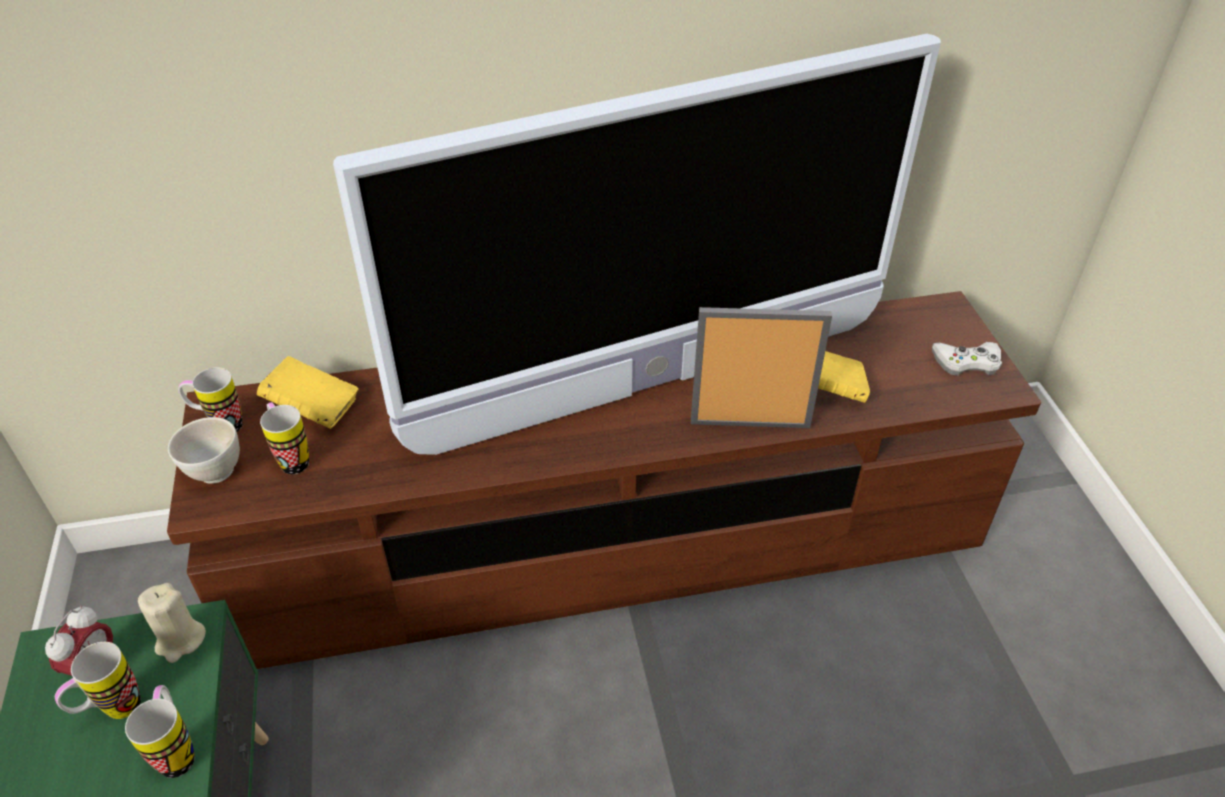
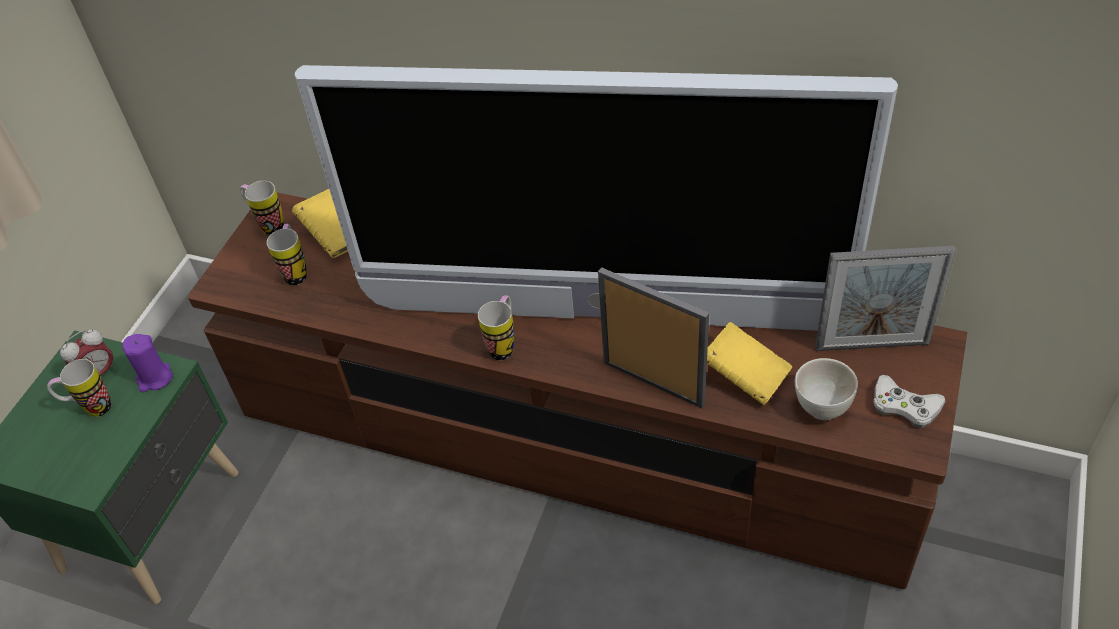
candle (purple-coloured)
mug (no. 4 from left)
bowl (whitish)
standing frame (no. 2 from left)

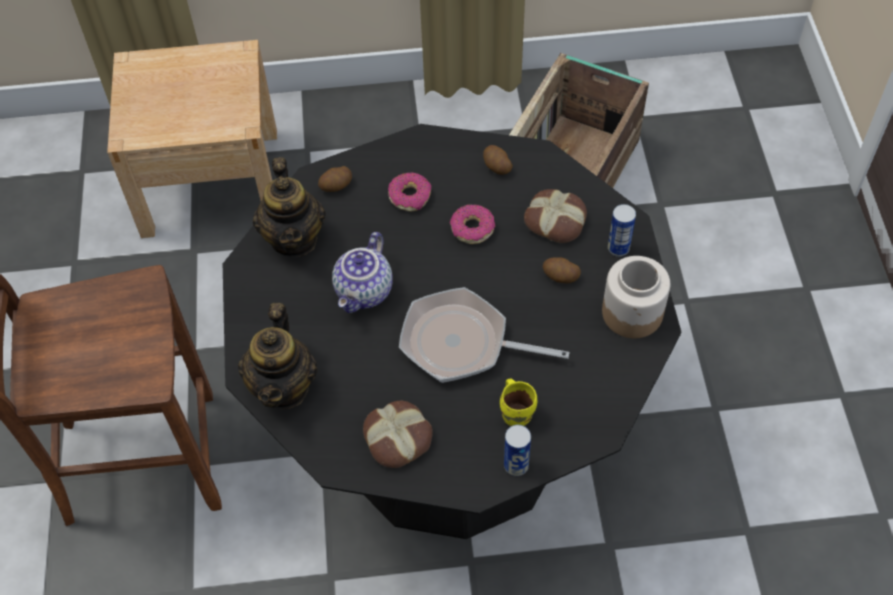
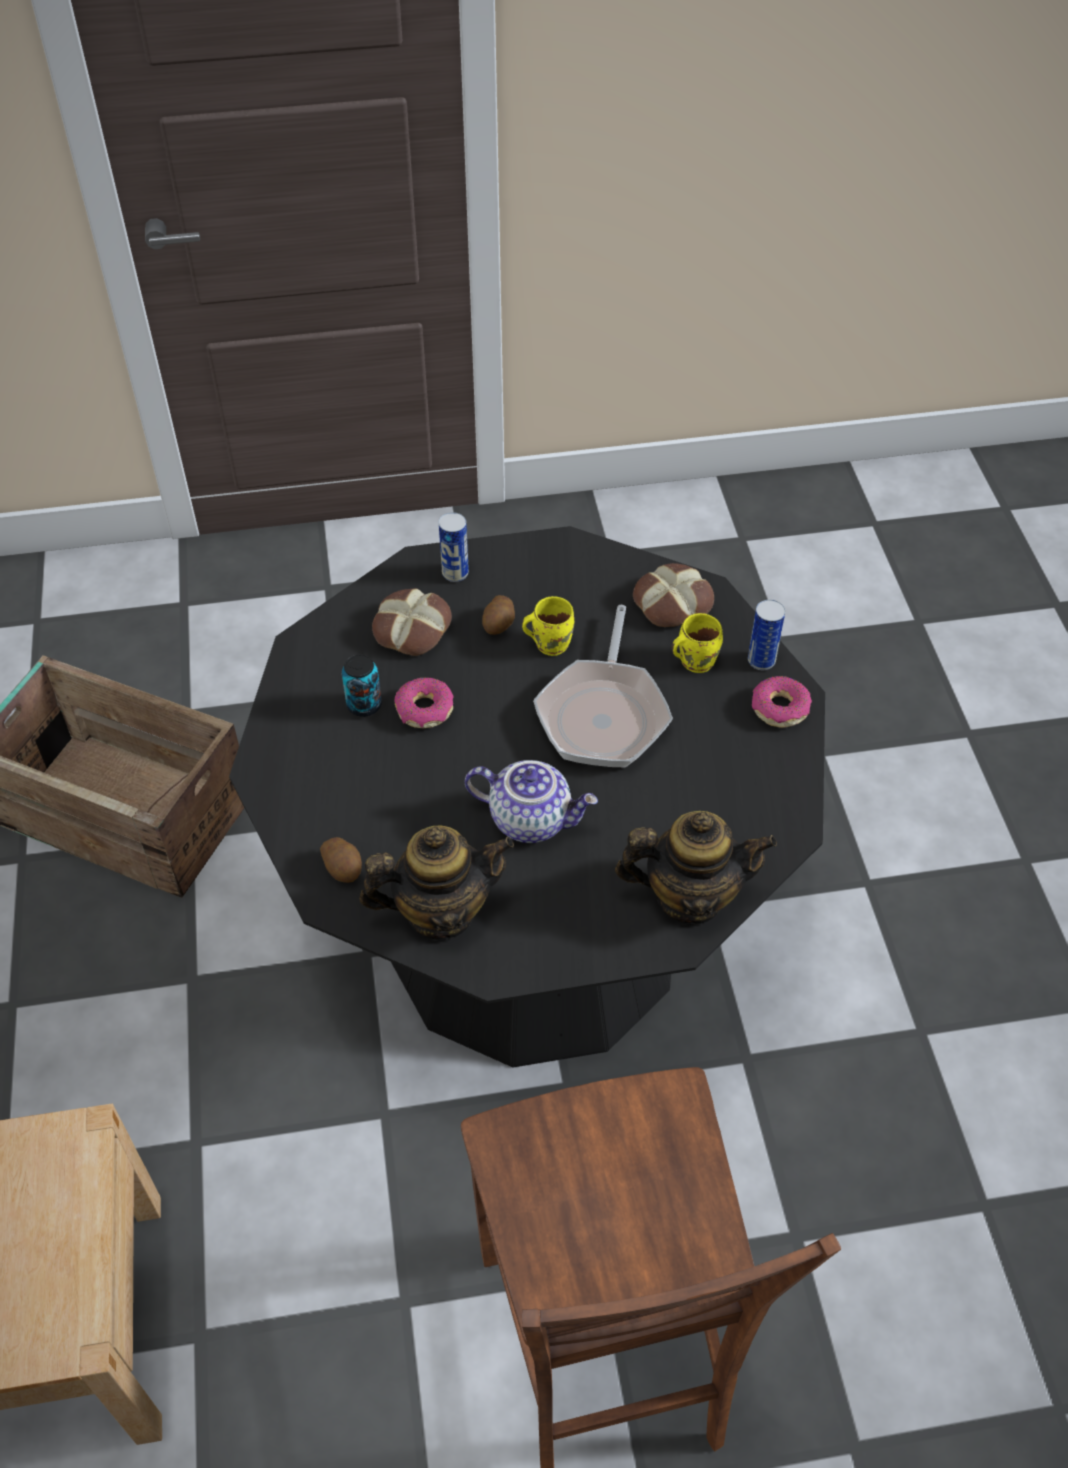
sealed can (no. 1 from left)
mug (yellow) (no. 1 from left)
bakery bread (no. 2 from left)
doughnut (no. 2 from left)
potato (no. 2 from left in the first image)
preserve jar

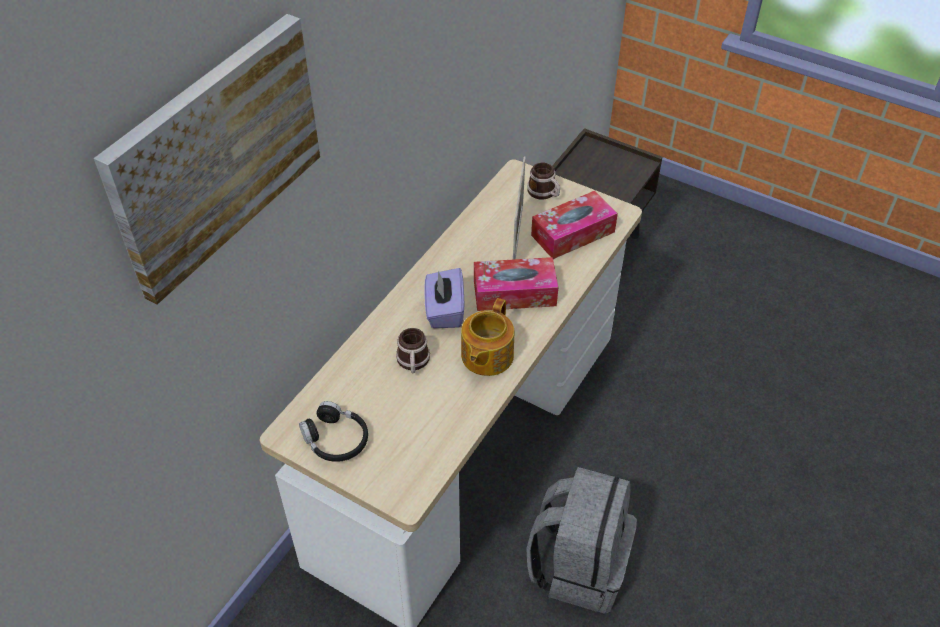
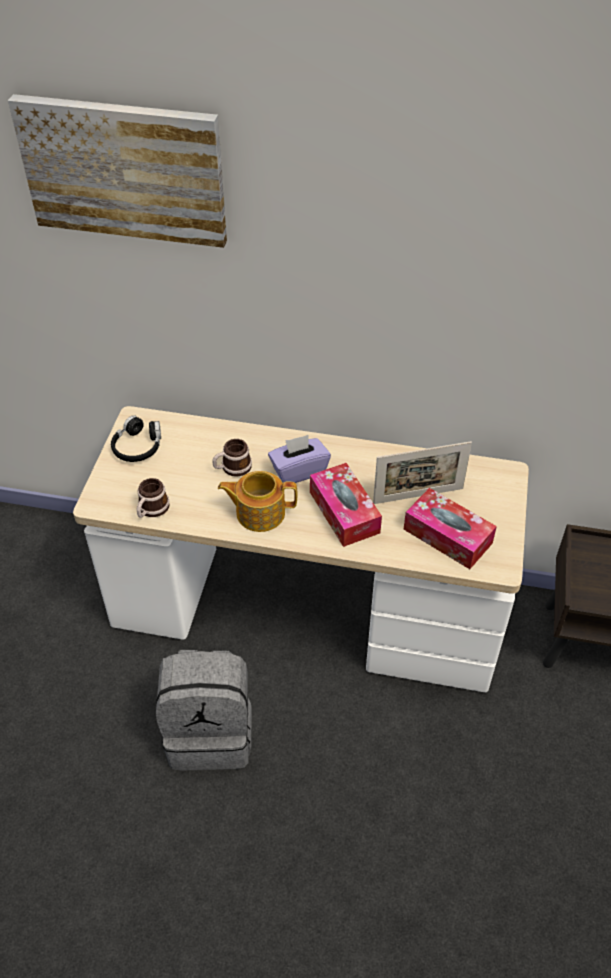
mug (no. 1 from left)

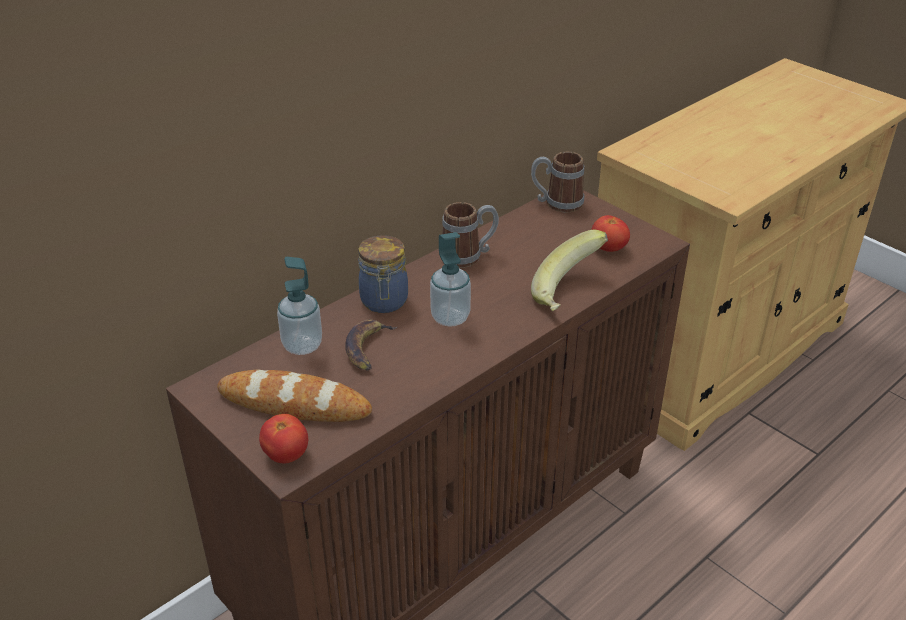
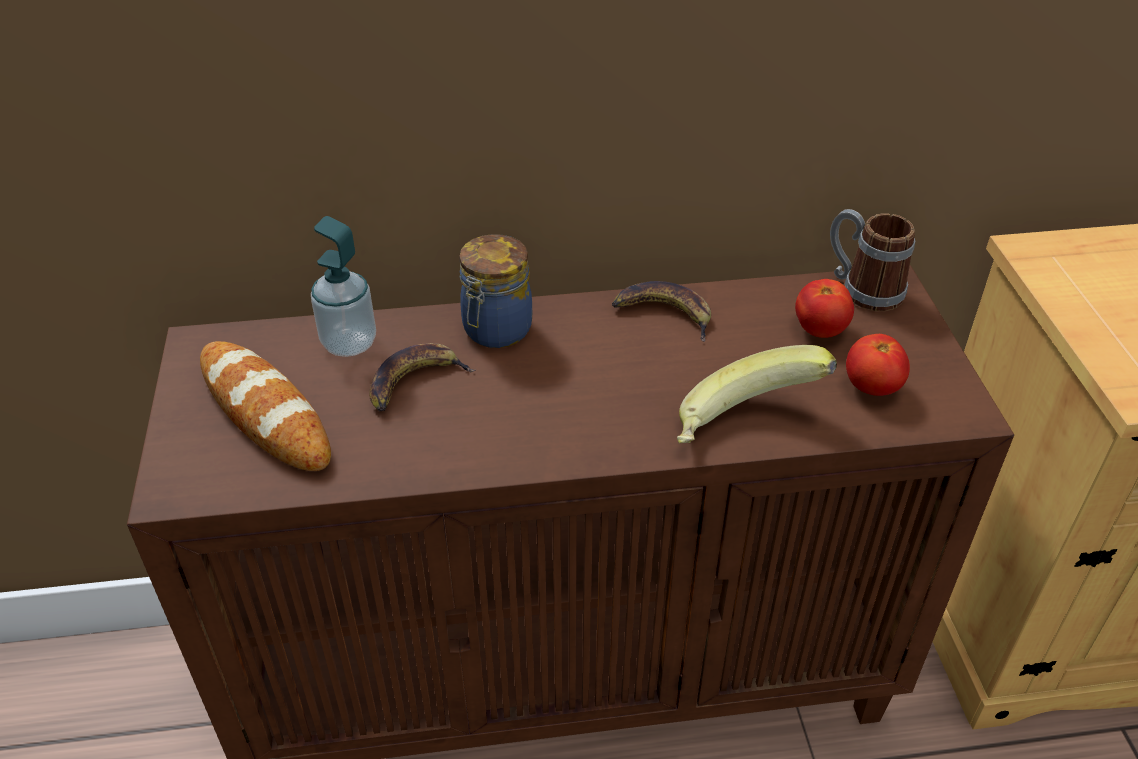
banana fruit (no. 2 from left)
tomato (no. 1 from left)
soap bottle (no. 2 from left in the first image)

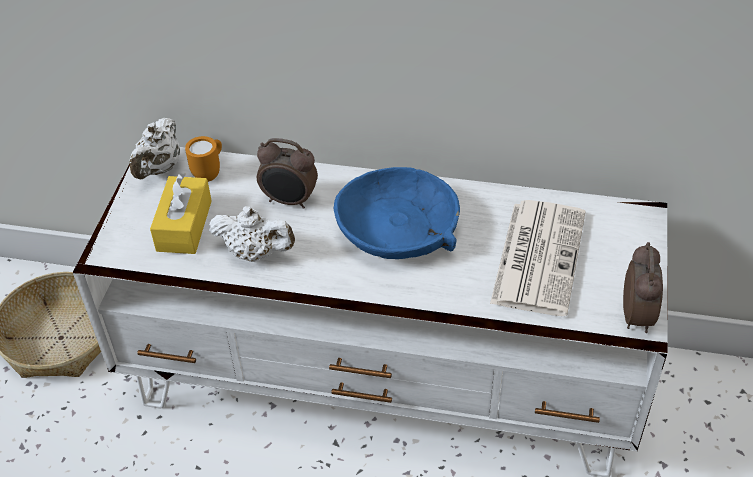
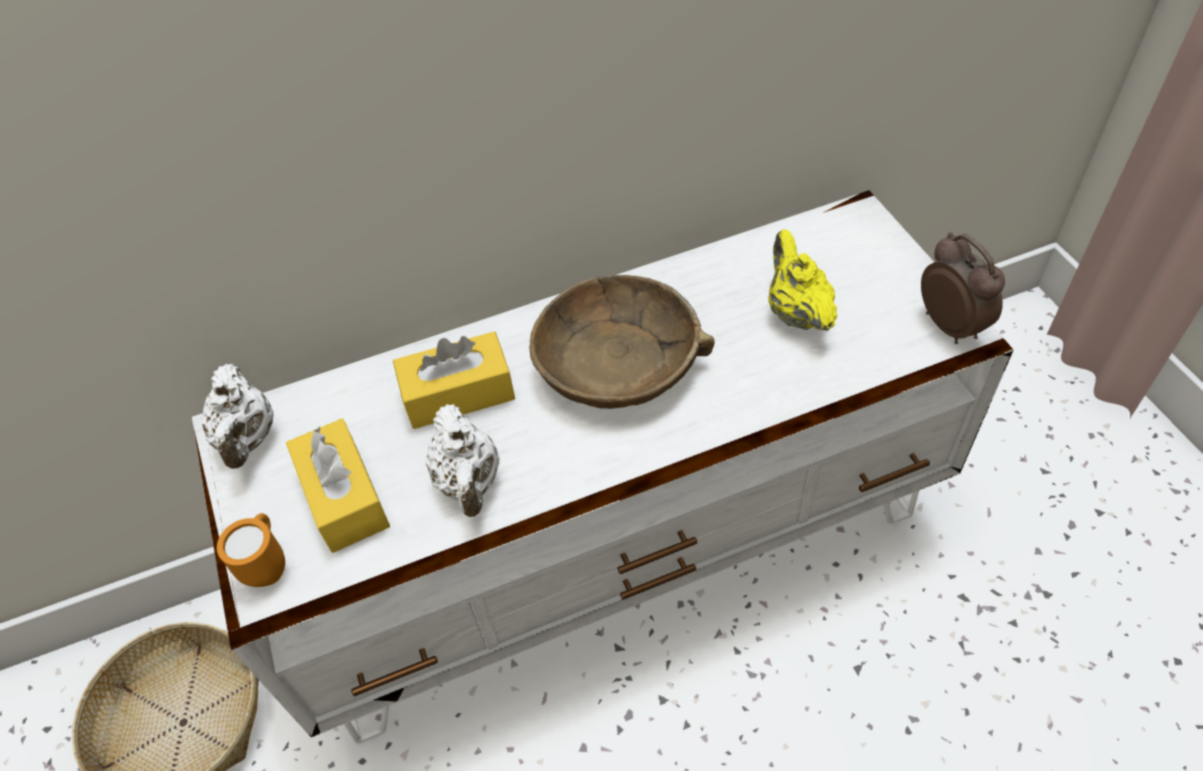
mug (orangey)
box of tissues (yellow) (no. 2 from left)
teapot (whitish) (no. 2 from left)
bowl (brown)
teapot (yellow)

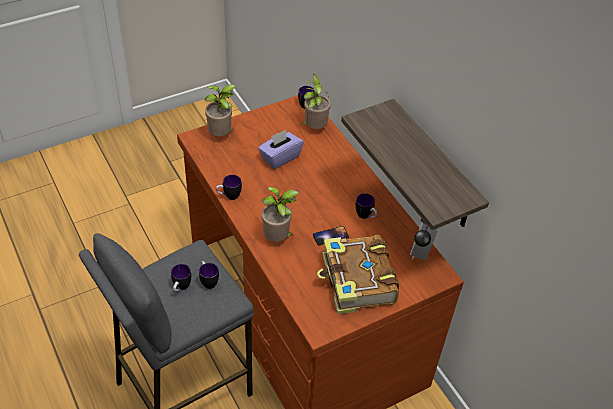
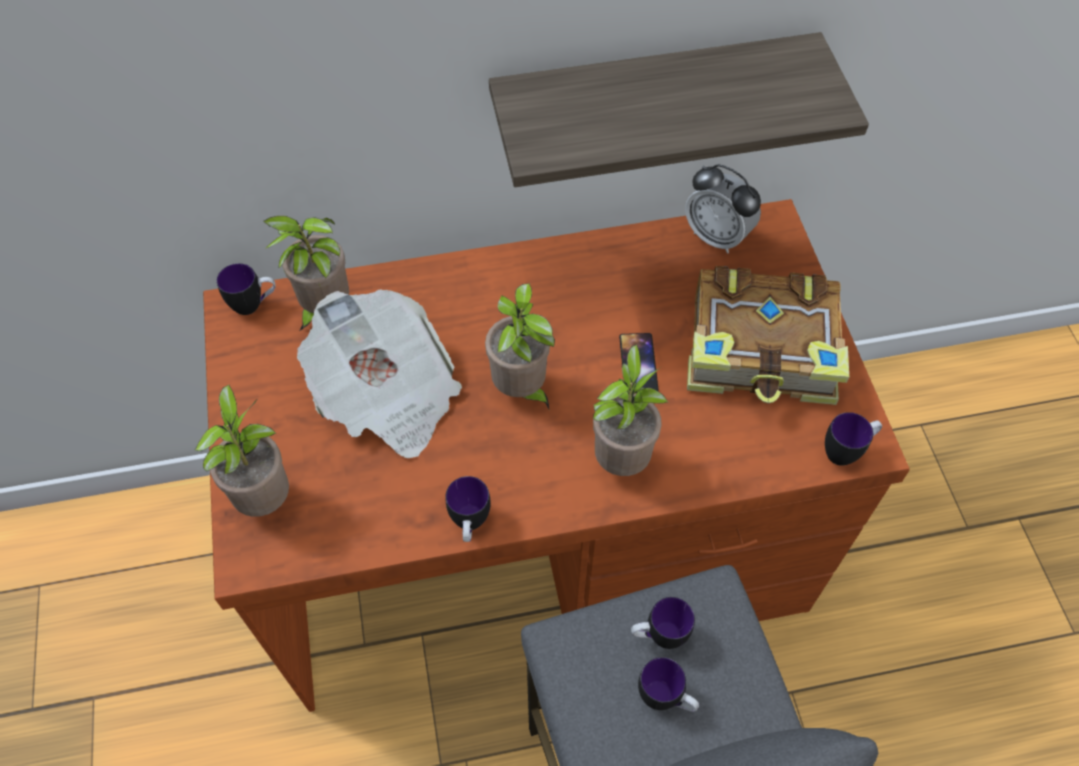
newspaper
potted plant (no. 3 from left)
mug (no. 5 from left)

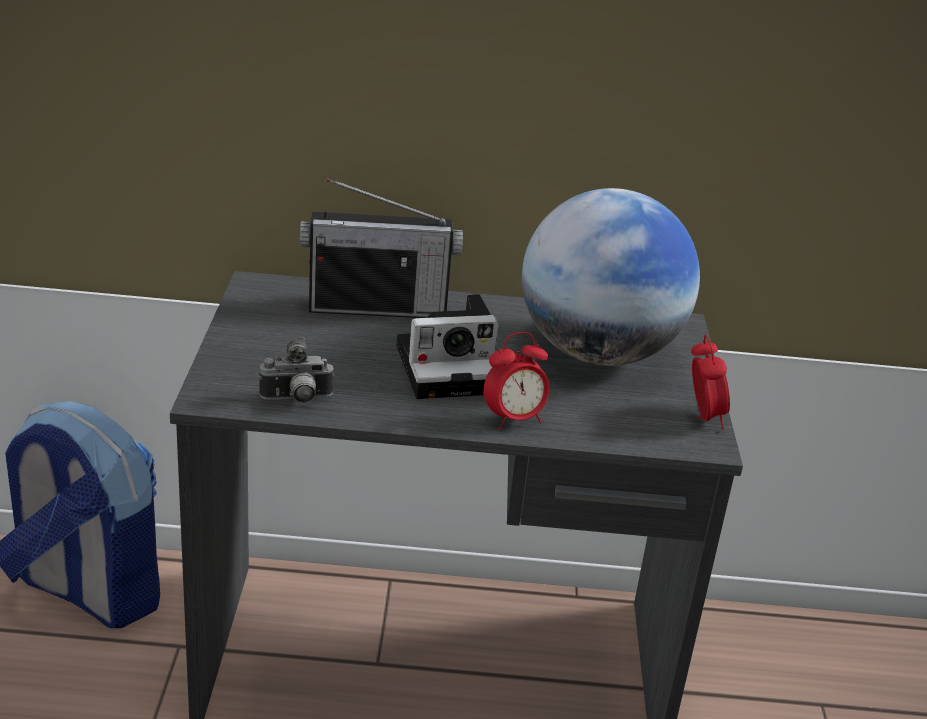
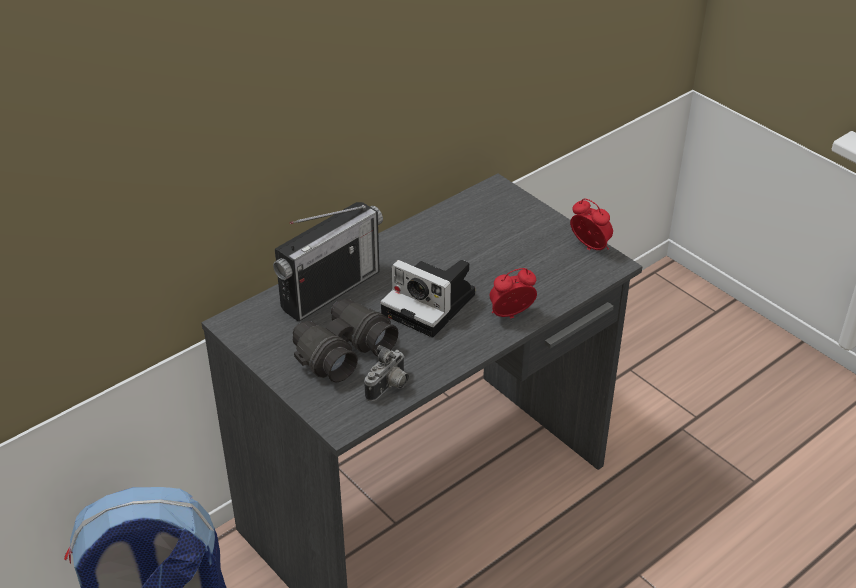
pair of binoculars (black-coloured)
photo camera (no. 2 from left)
table clock (no. 1 from left)
world globe

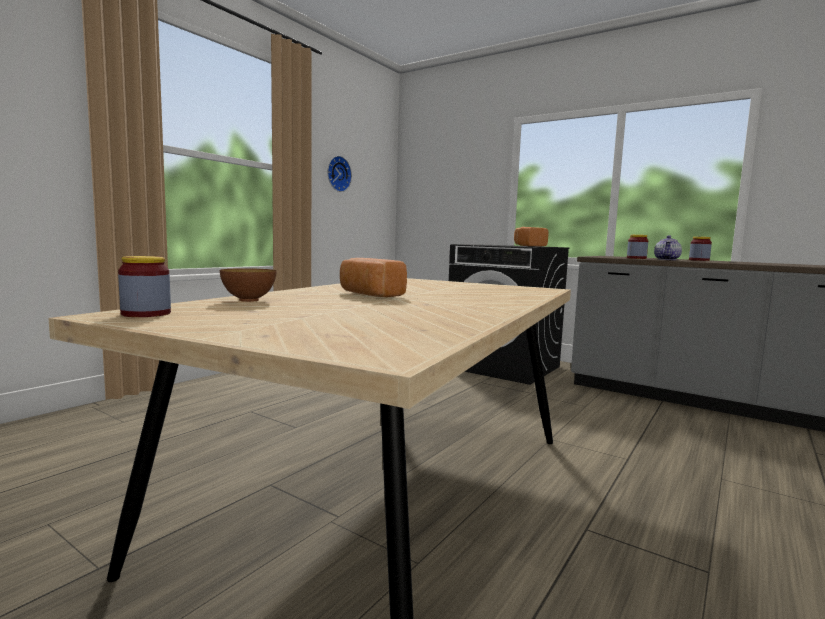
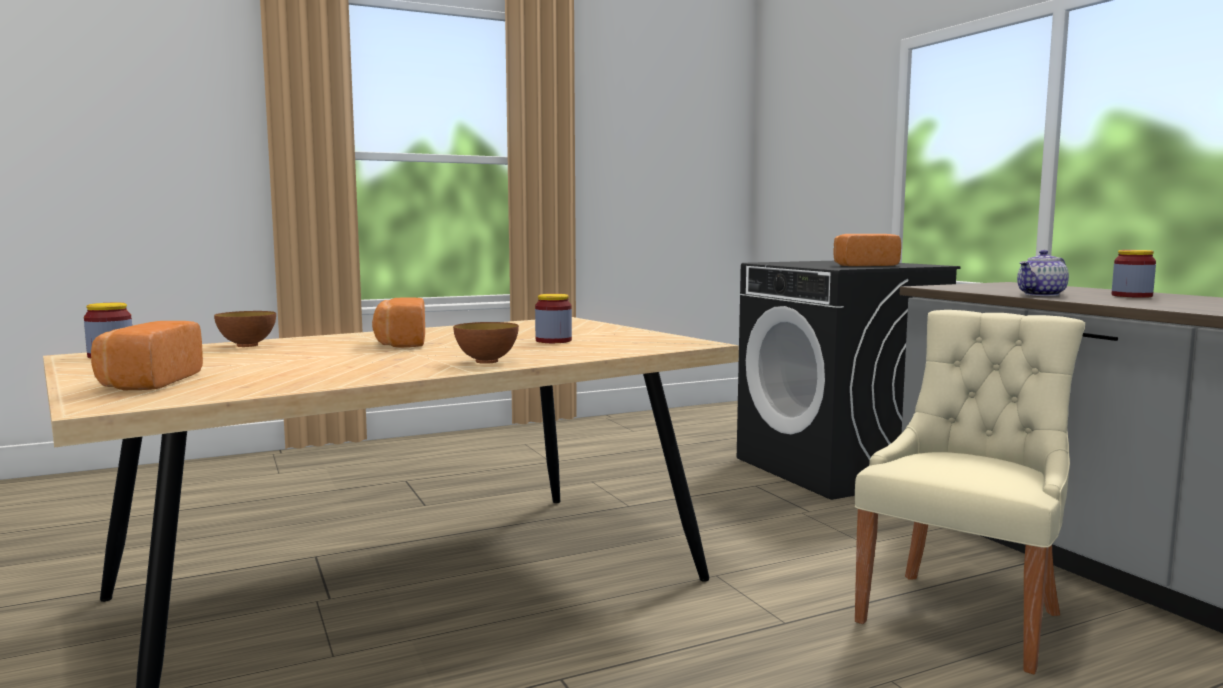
bakery bread (no. 1 from left)
bowl (no. 2 from left)
preserve jar (no. 2 from left)
upright chair (beige-coloured)
wall clock

